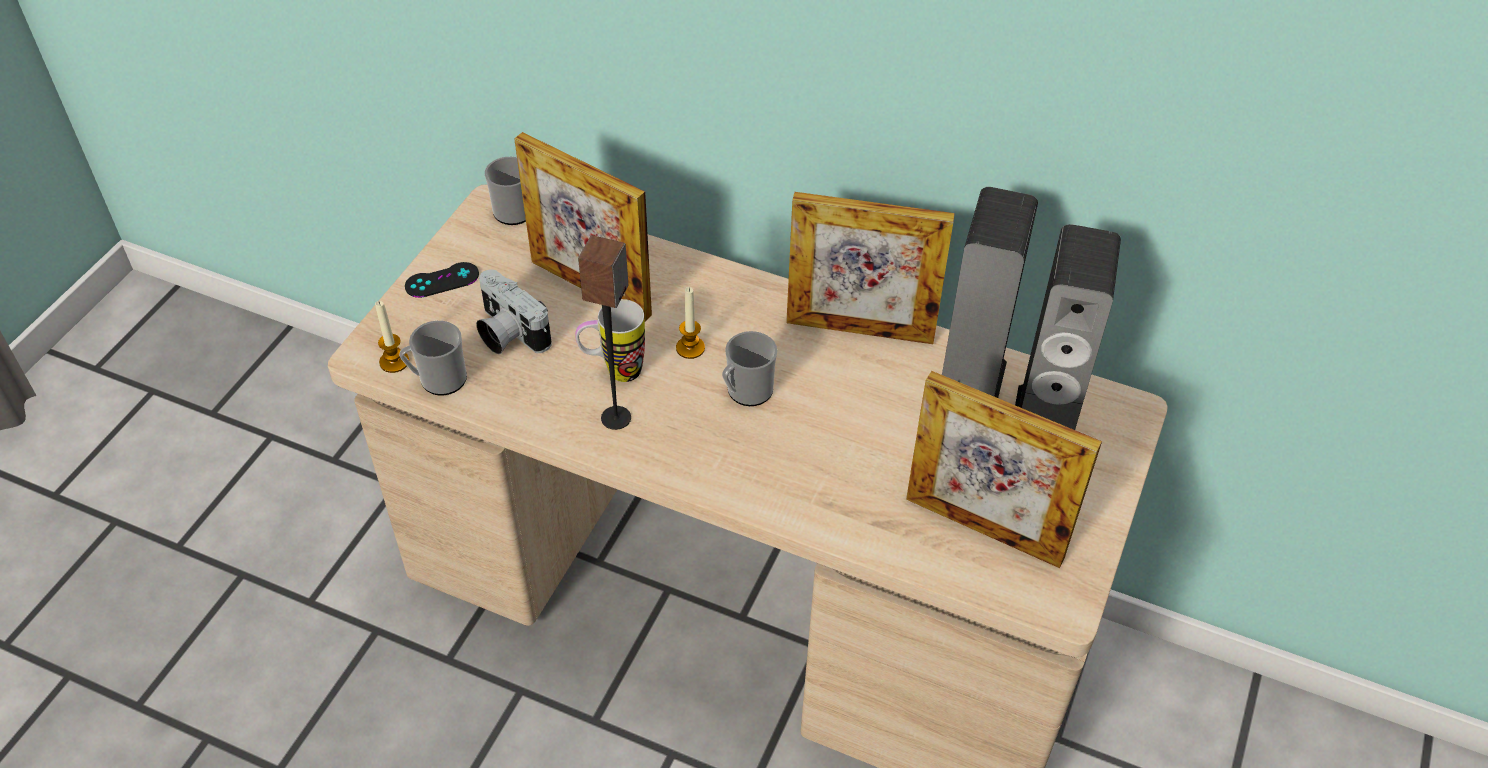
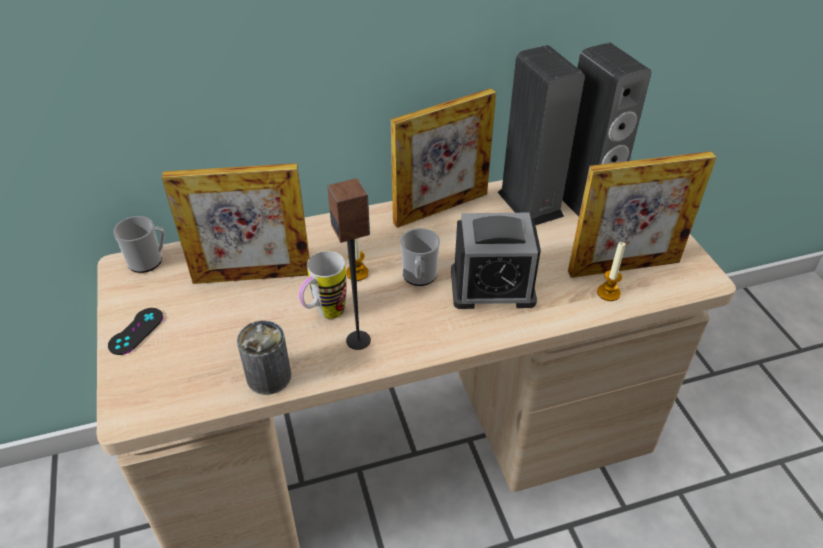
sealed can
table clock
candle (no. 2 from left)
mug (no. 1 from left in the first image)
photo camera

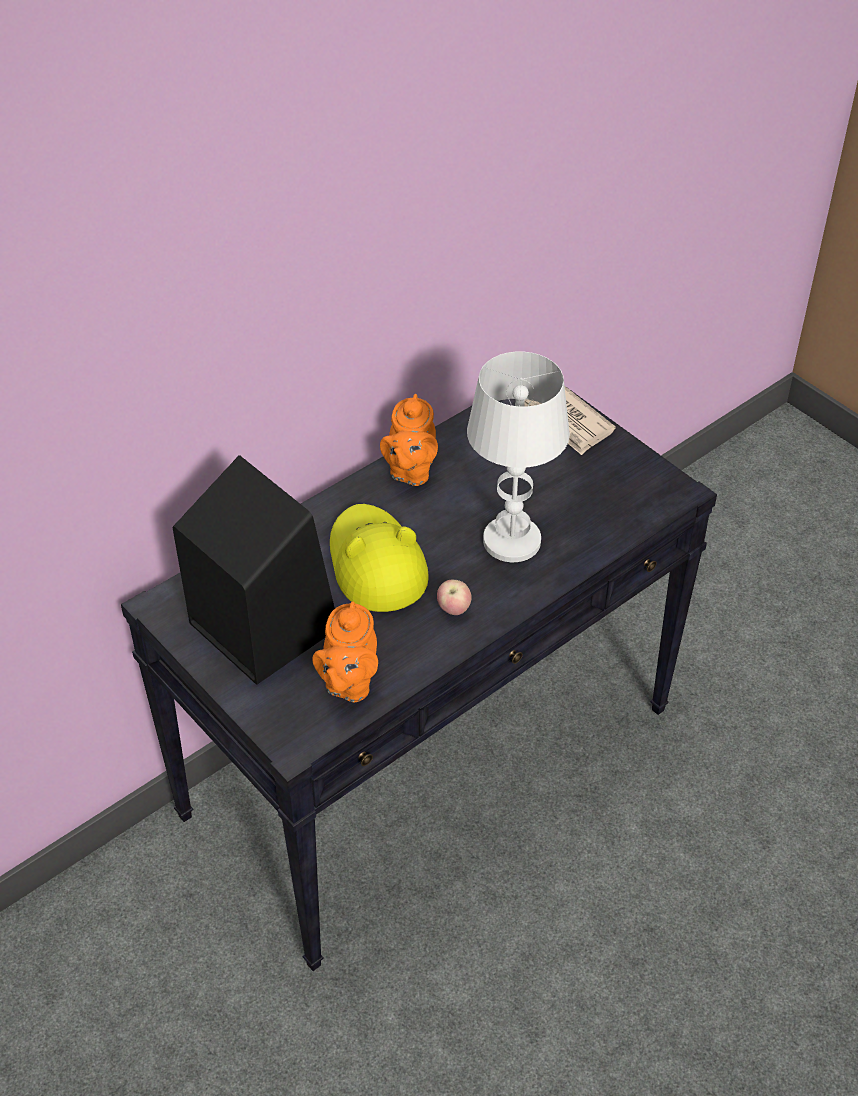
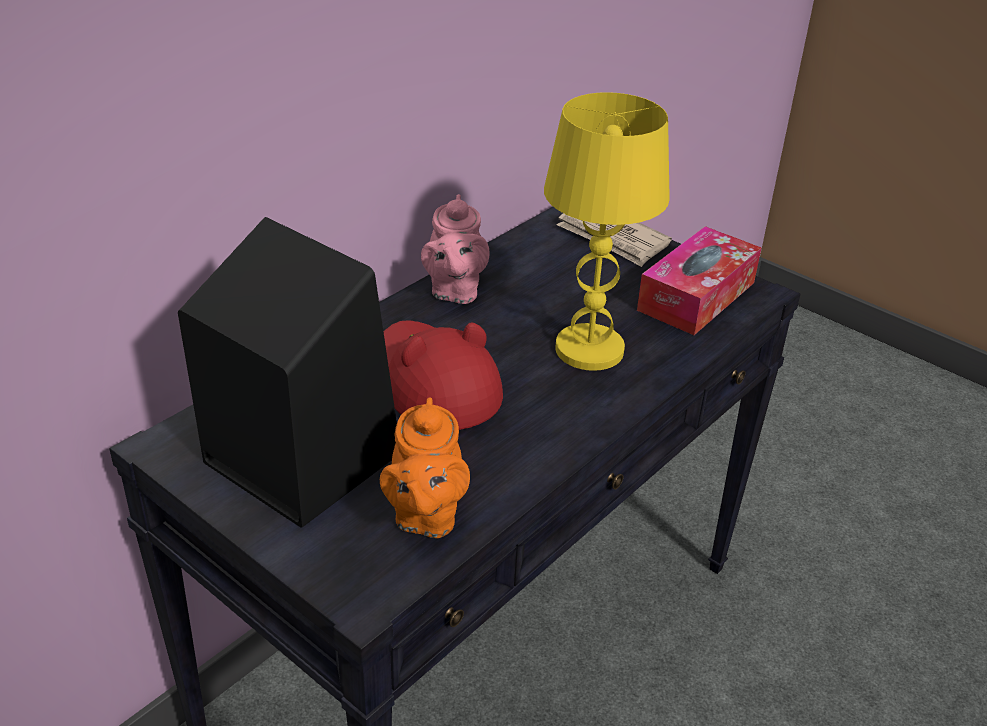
wearable hat (reddish)
teapot (pinkish)
lamp for a table (yellow)
box of tissues
apple fruit

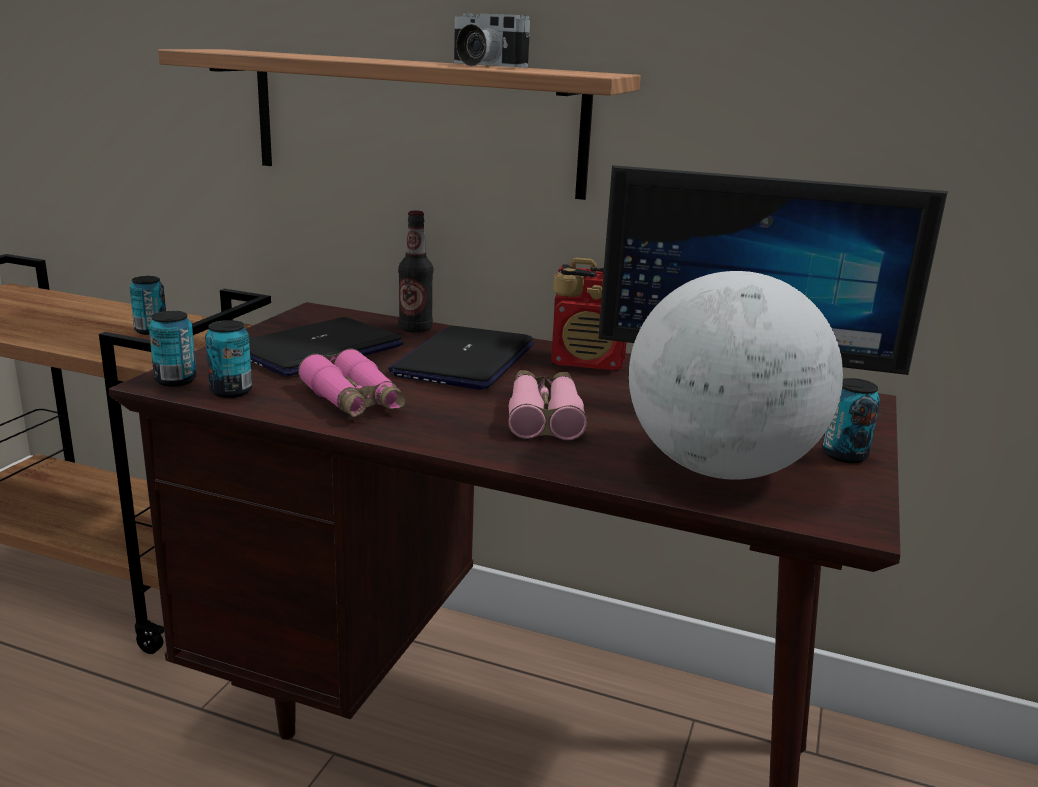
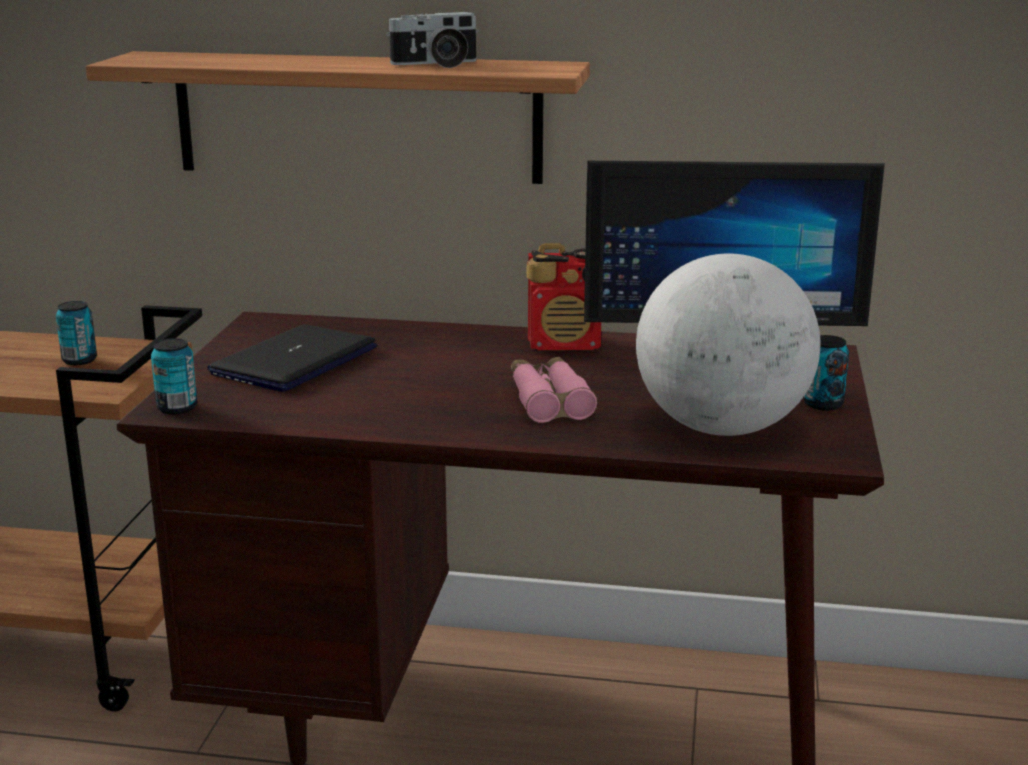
photo camera
sealed can (no. 3 from left in the first image)
pair of binoculars (pinkish) (no. 1 from left in the first image)
portable computer (no. 2 from left in the first image)
beverage bottle

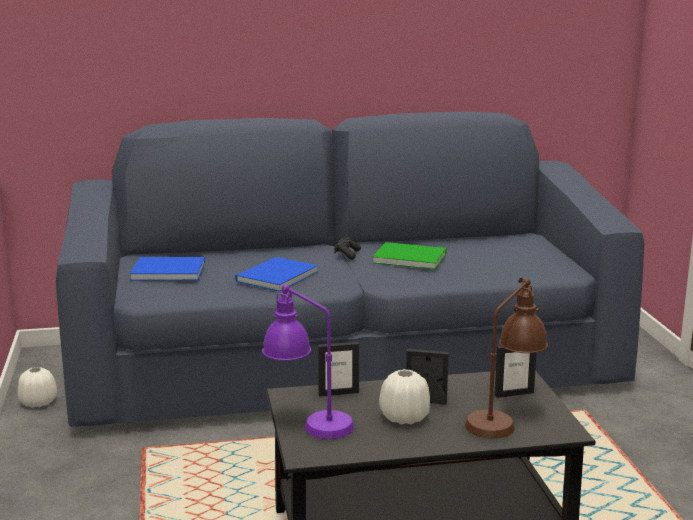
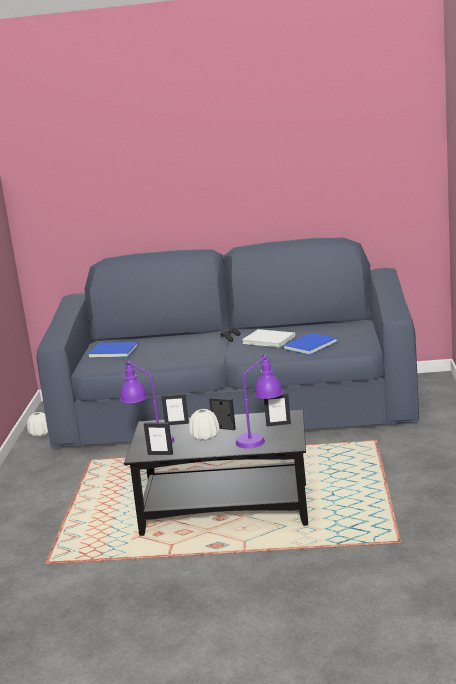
standing frame (no. 1 from left)
lamp for a table (purple-coloured) (no. 2 from left)
volume (whitish)
volume (blue) (no. 2 from left)

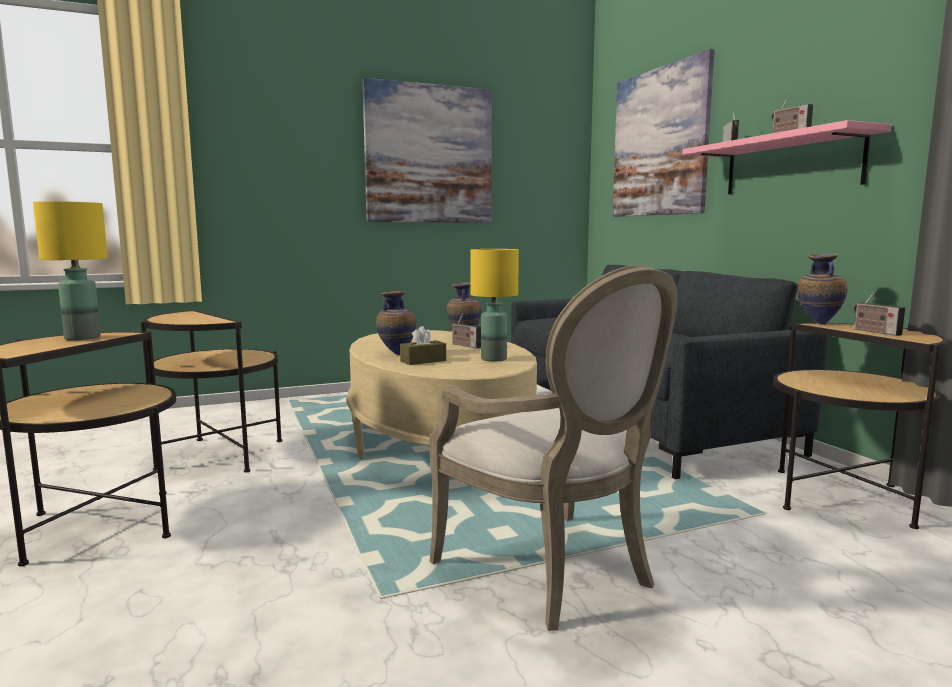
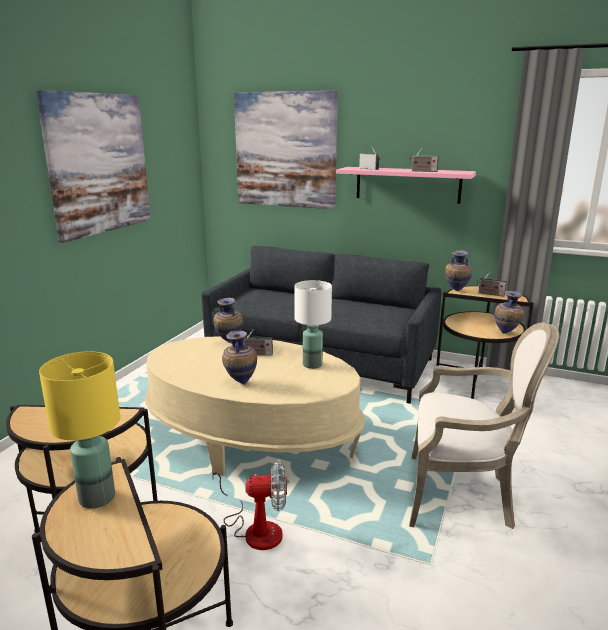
fan
lamp for a table (whitish)
decorative vase (no. 4 from left)
box of tissues (brown)

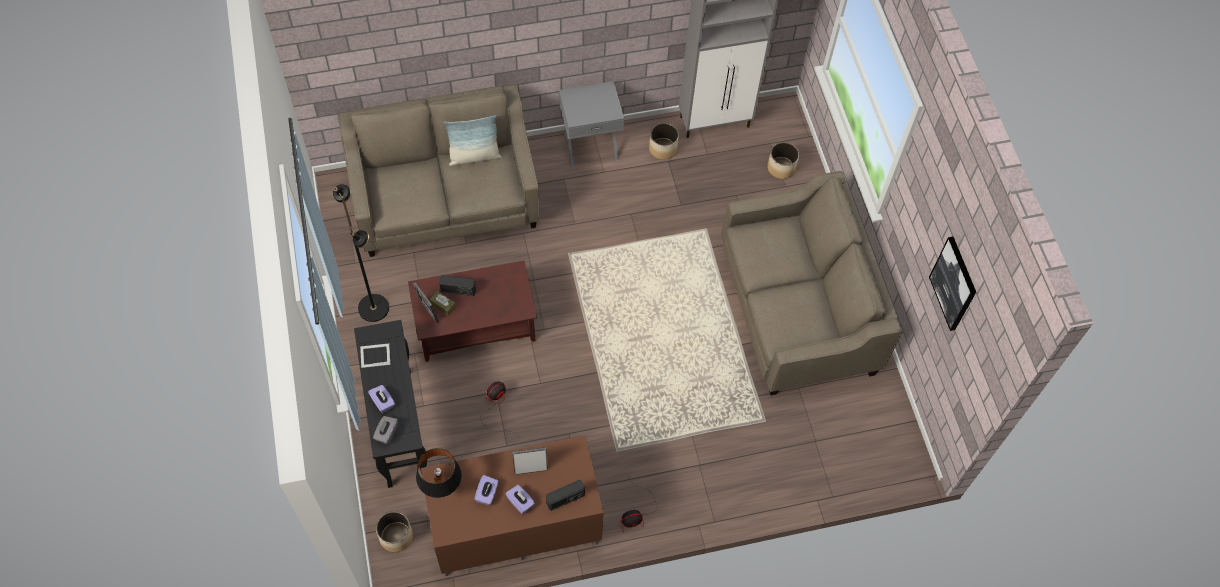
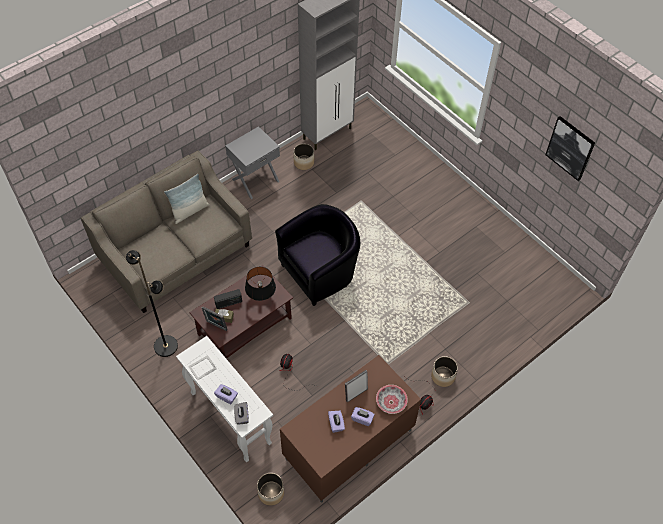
console table (whitish)
lamp for a table (black-coloured)
armchair (black-coloured)
bowl
planter (no. 3 from left)
settee (beige-coloured) (no. 2 from left in the first image)

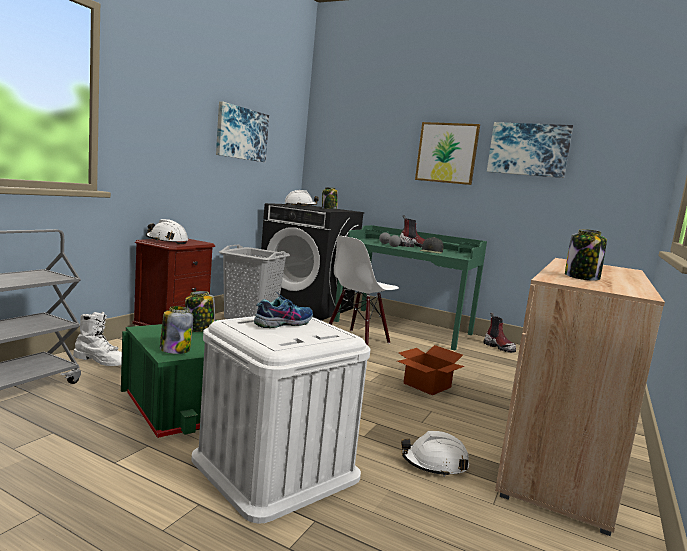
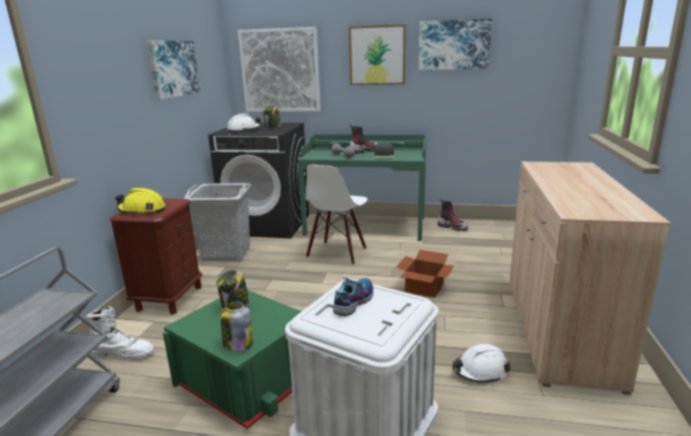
safety helmet (yellow)
picture (no. 2 from left)
preserve jar (no. 4 from left in the first image)

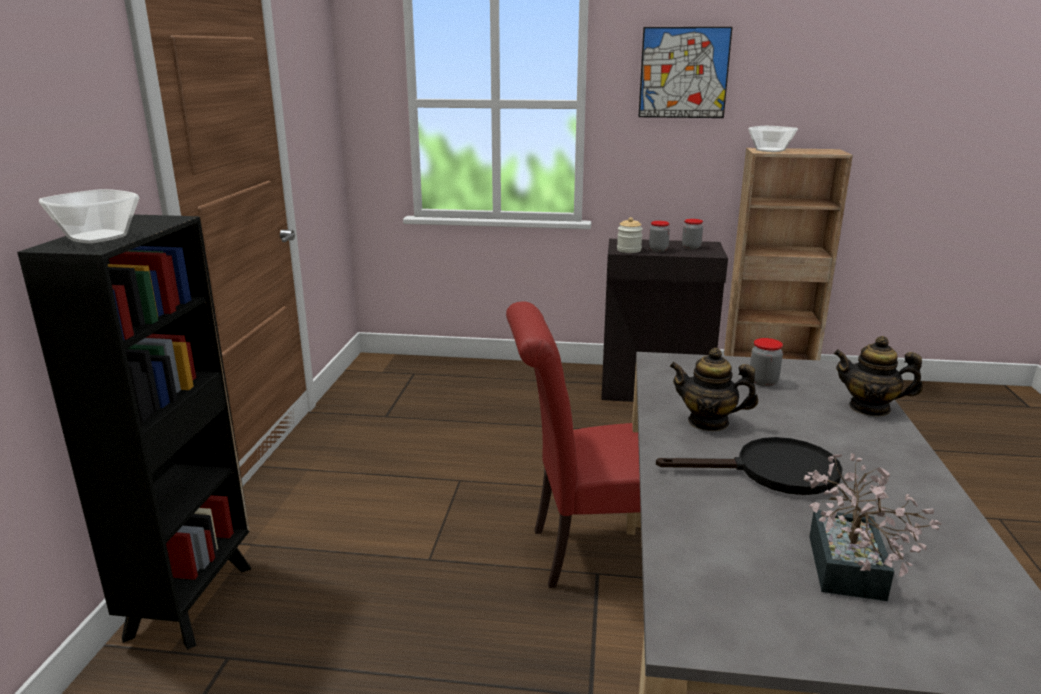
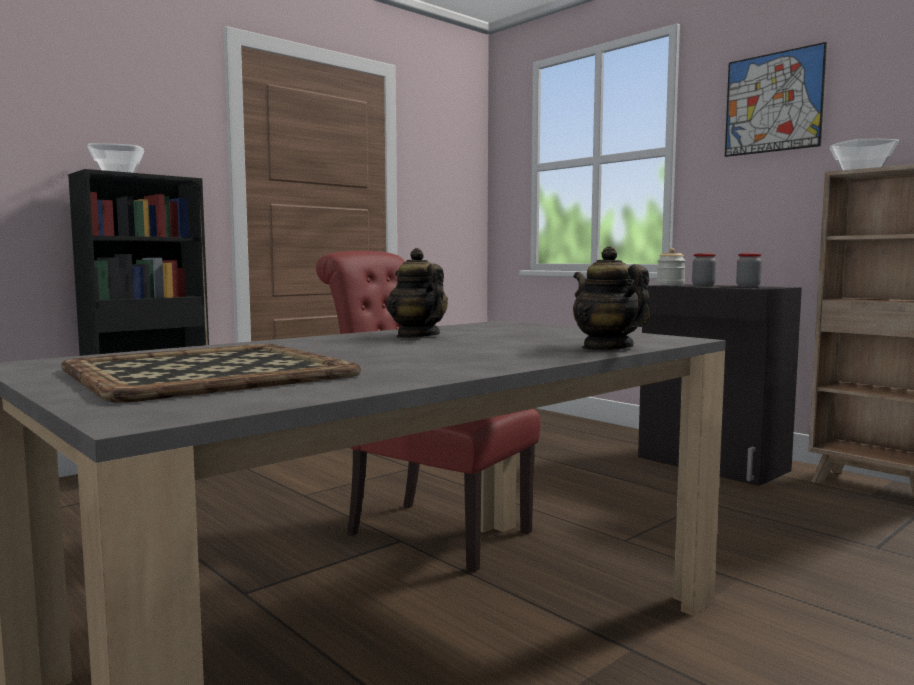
tray
pan (black-coloured)
preserve jar (no. 4 from left in the first image)

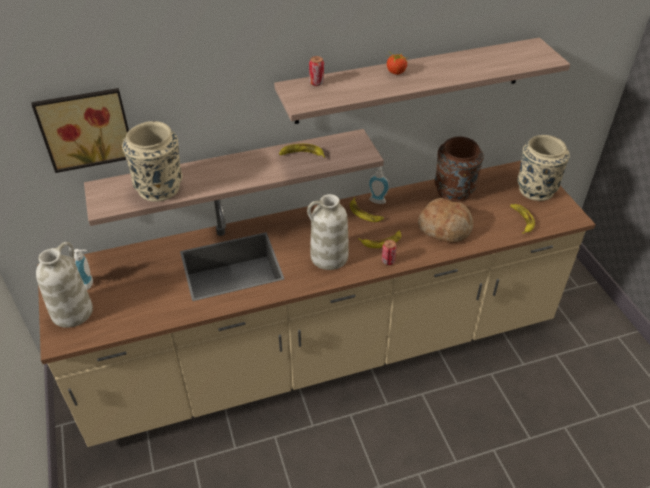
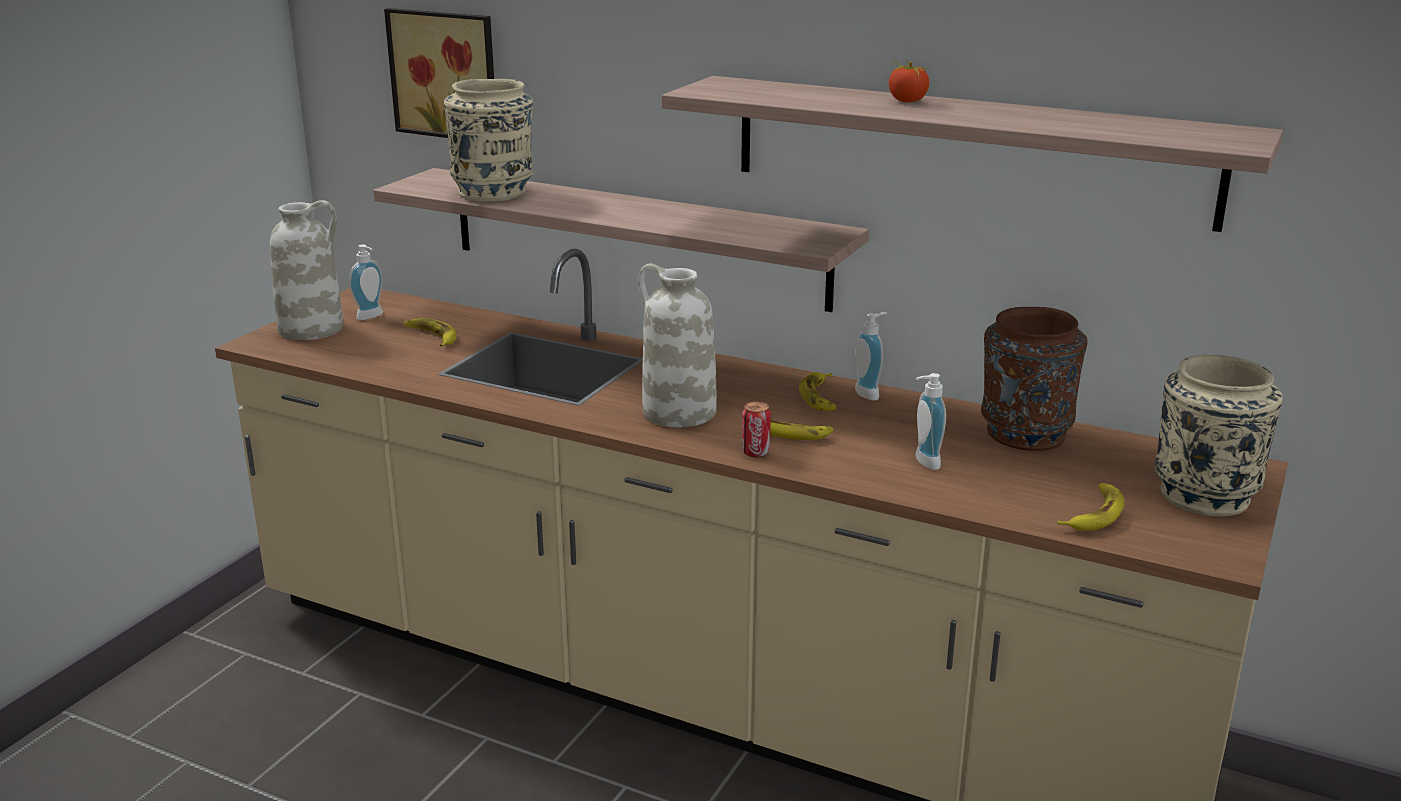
banana fruit (no. 1 from left)
soap bottle (no. 3 from left)
sealed can (no. 1 from left in the first image)

